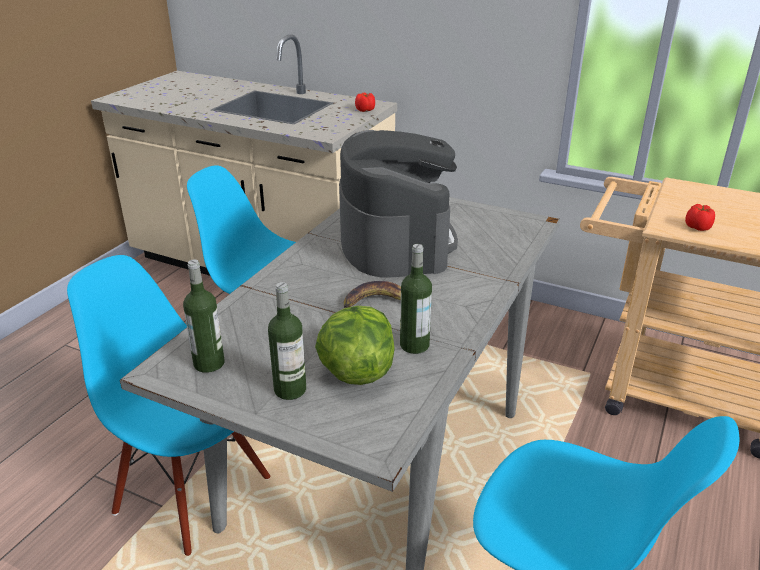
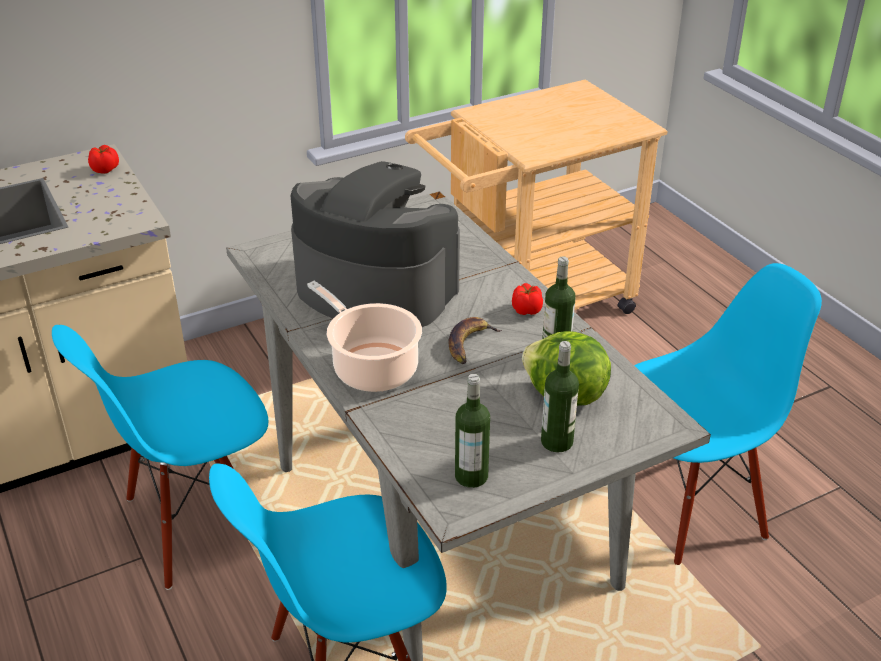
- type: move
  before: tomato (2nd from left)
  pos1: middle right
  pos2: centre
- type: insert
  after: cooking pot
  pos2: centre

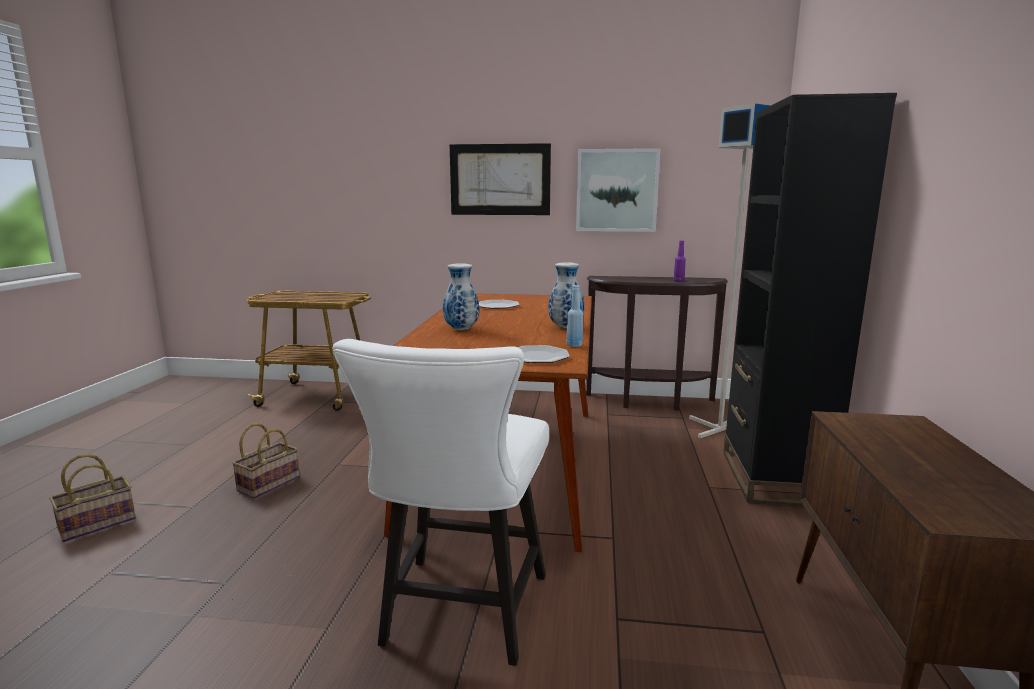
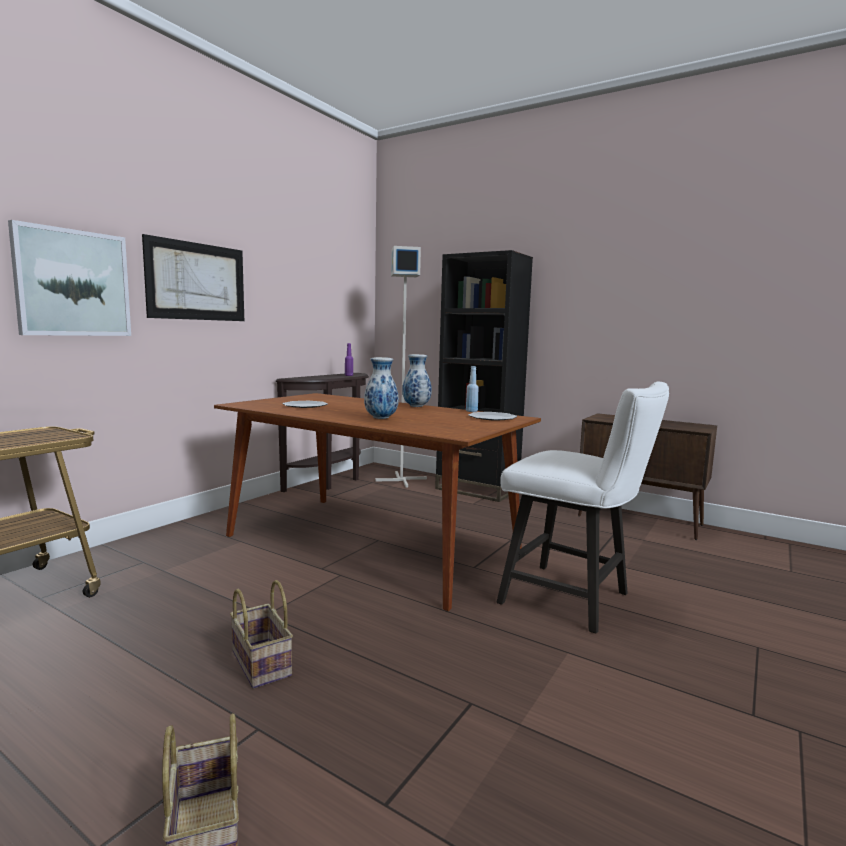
- type: move
  before: picture (2nd from left in the first image)
  after: picture (1st from left)
  pos1: top centre
  pos2: top left

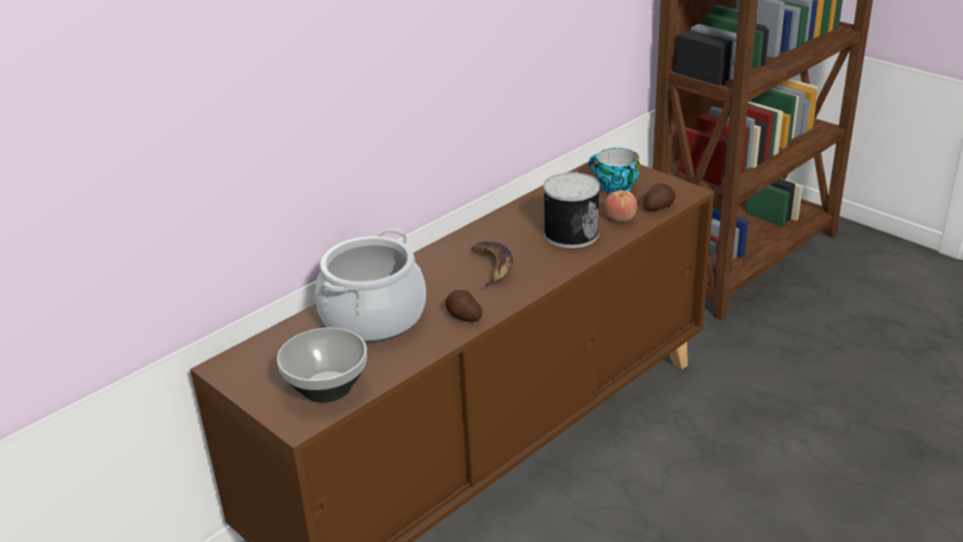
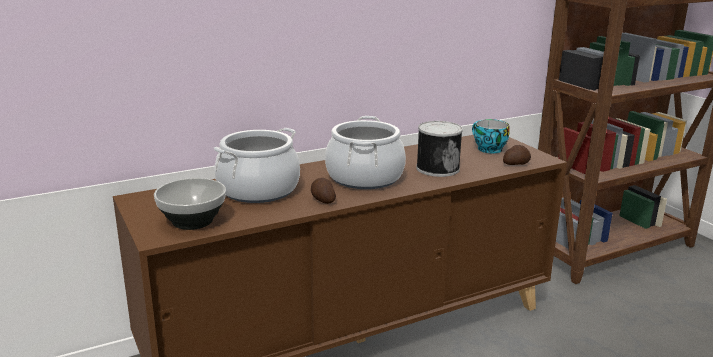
- type: delete
  before: apple
  pos1: centre
- type: replace
  before: banana
  after: cooking pot (2nd from left)
  pos1: centre
  pos2: centre

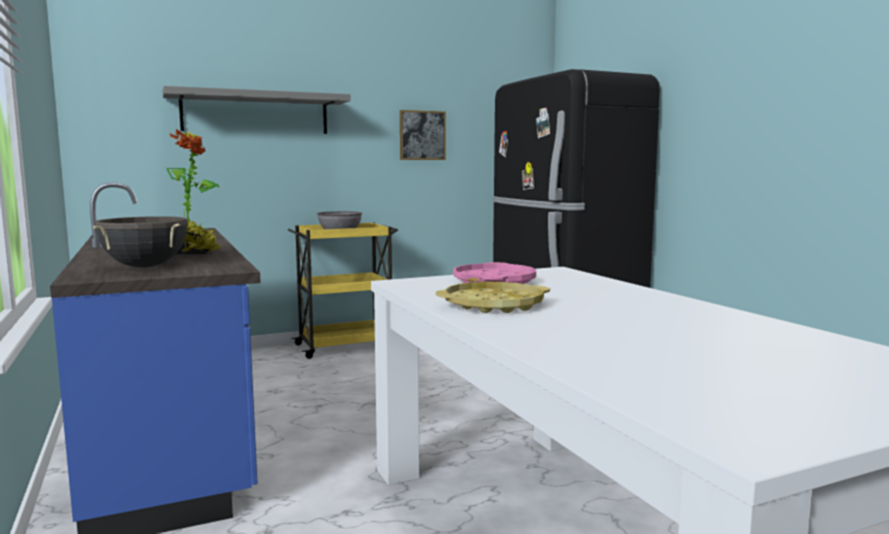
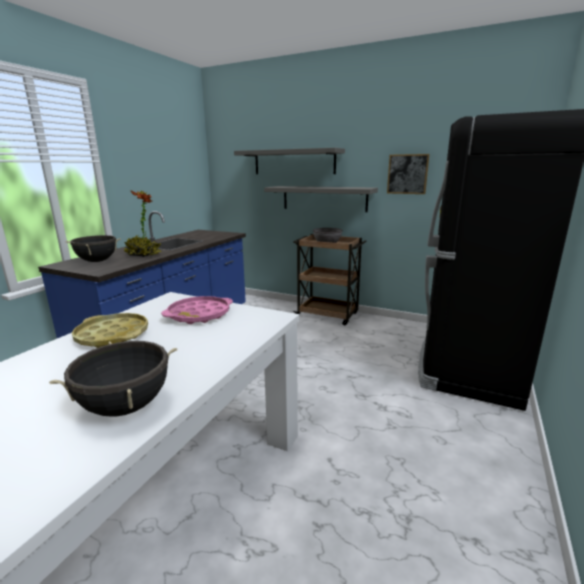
- type: recolor
  before: yellow cart
  after: brown cart
  pos1: centre
  pos2: centre
- type: insert
  after: grey shelf (2nd from left)
  pos2: centre
- type: insert
  after: black cooking pot (2nd from left)
  pos2: middle left

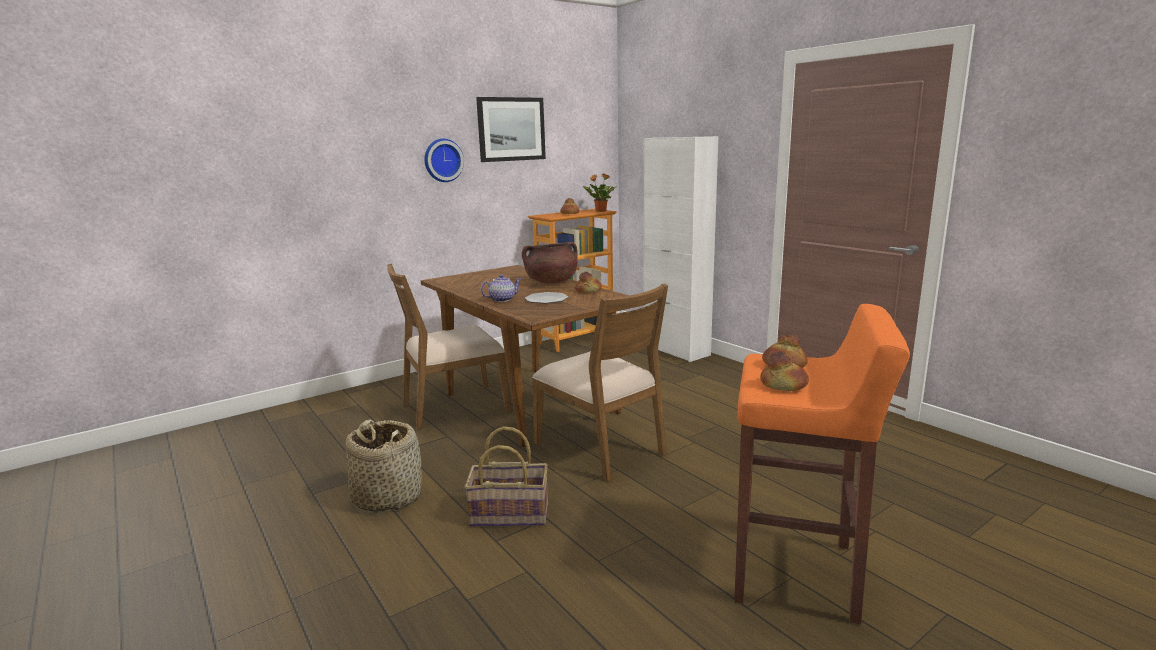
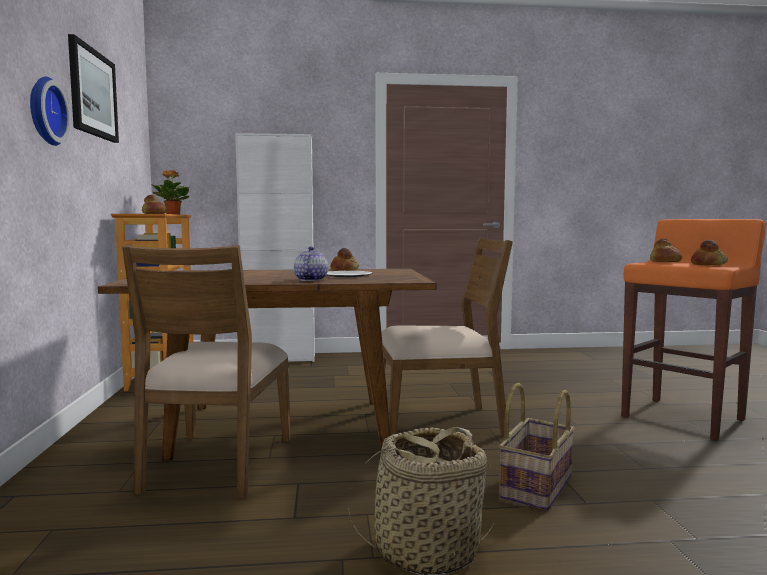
- type: delete
  before: brown cooking pot
  pos1: centre

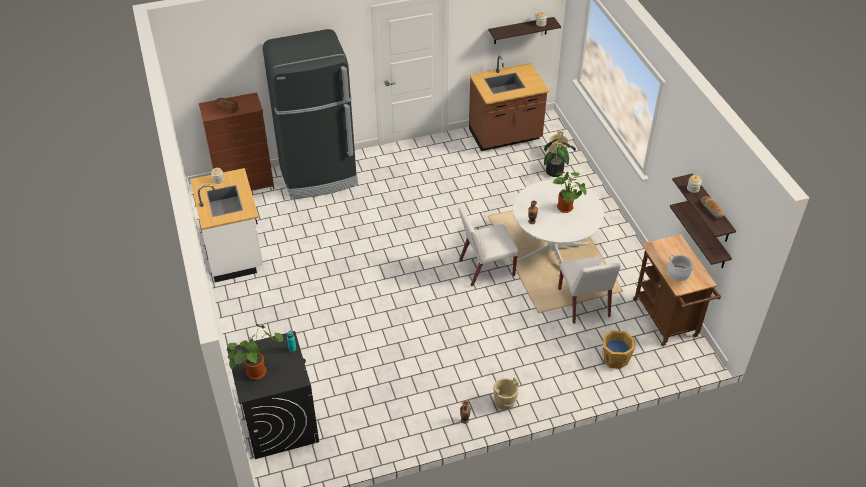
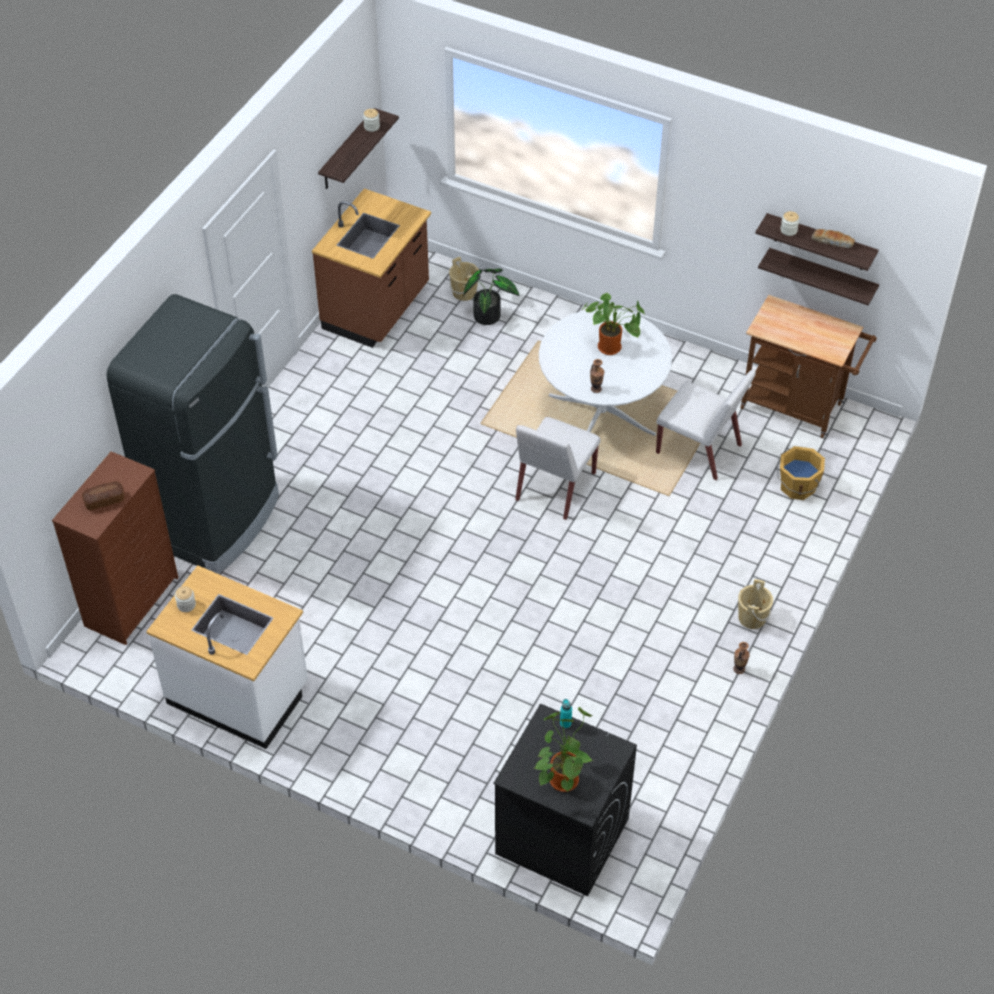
- type: delete
  before: cooking pot
  pos1: middle right

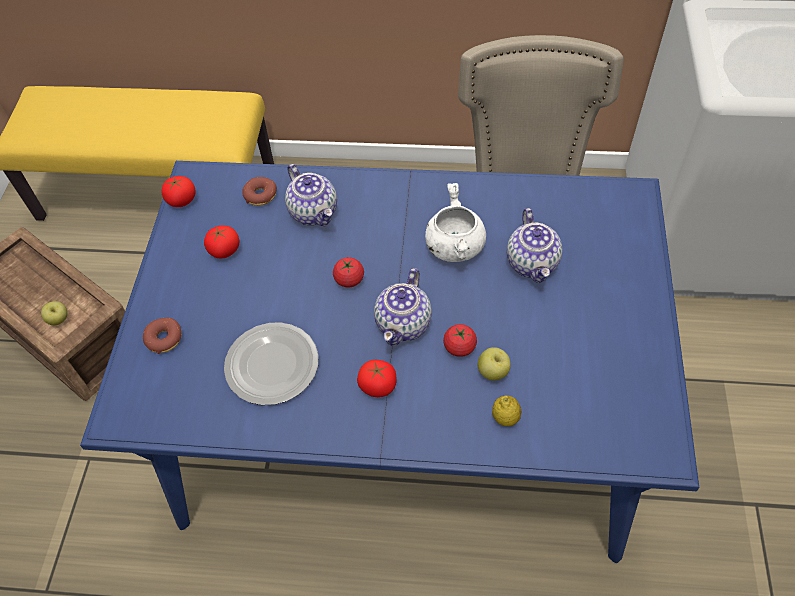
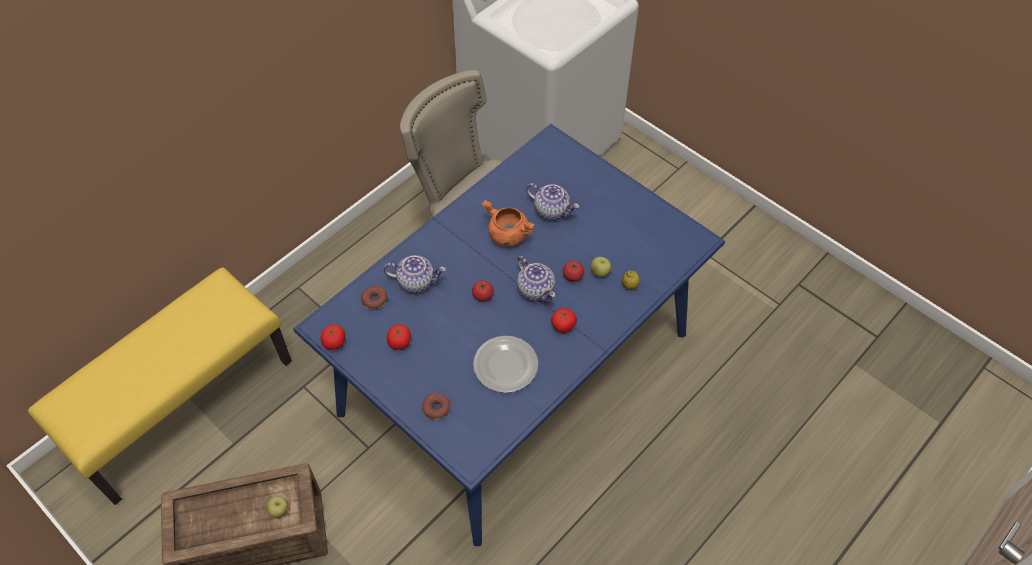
- type: recolor
  before: white cooking pot
  after: orange cooking pot
  pos1: centre
  pos2: centre

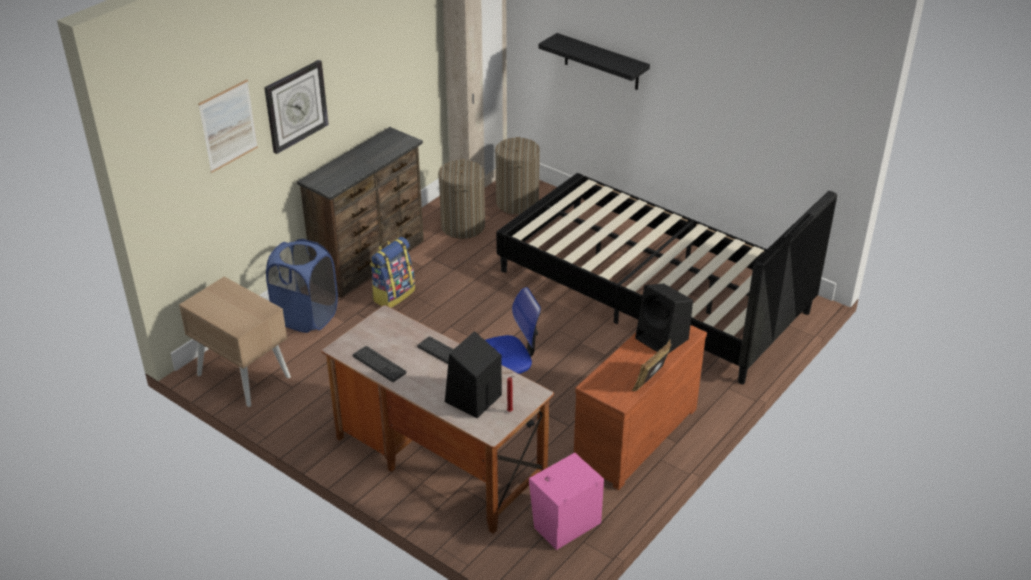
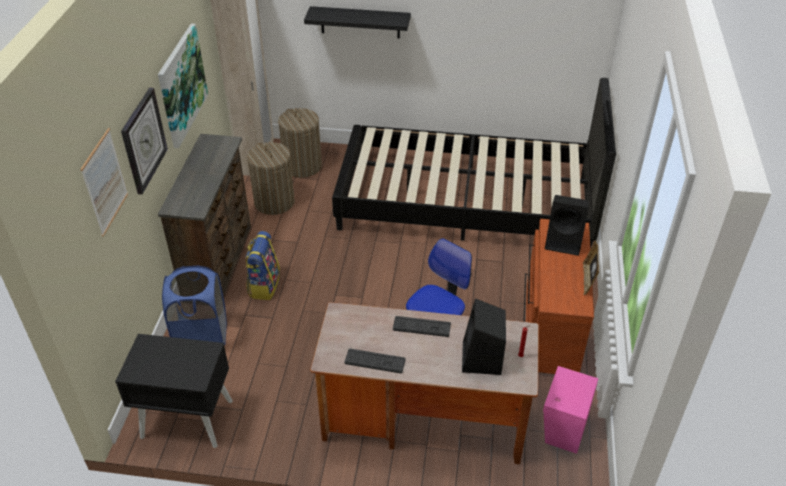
- type: recolor
  before: beige nightstand
  after: black nightstand
  pos1: middle left
  pos2: bottom left
- type: insert
  after: picture (2nd from left)
  pos2: top left

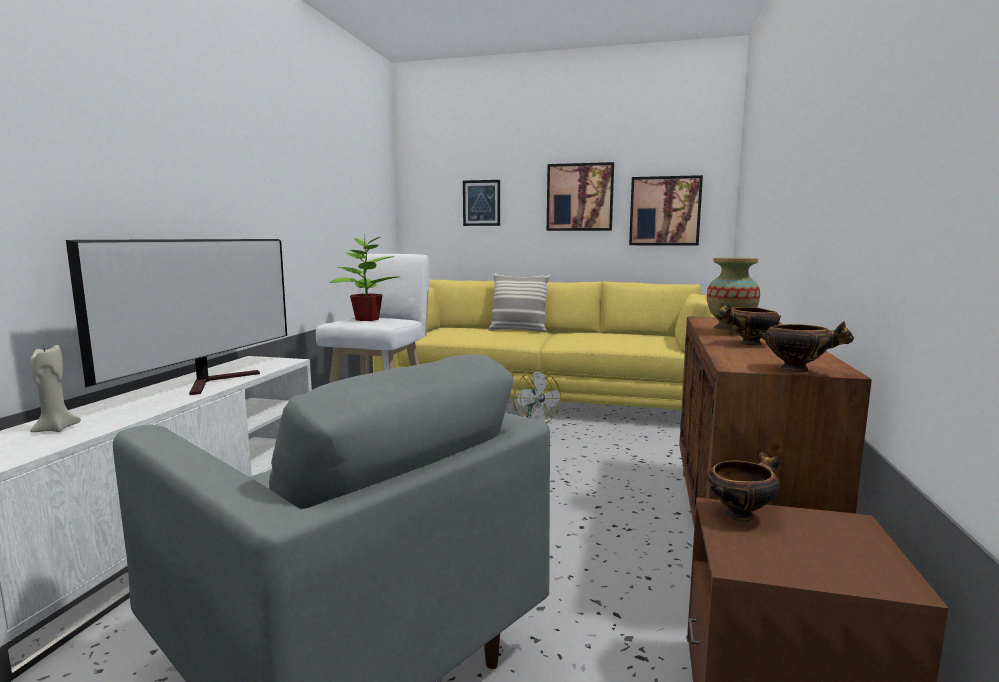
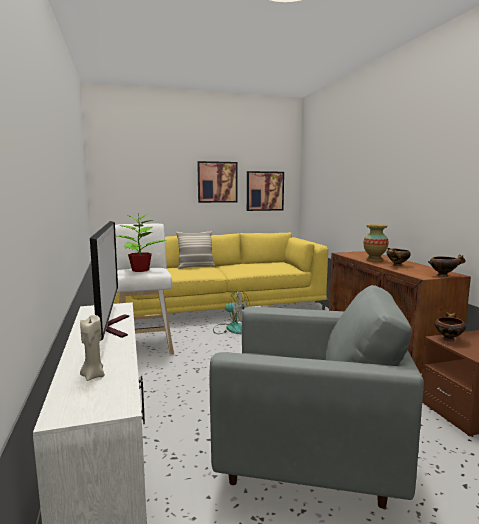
- type: delete
  before: picture (1st from left)
  pos1: top centre

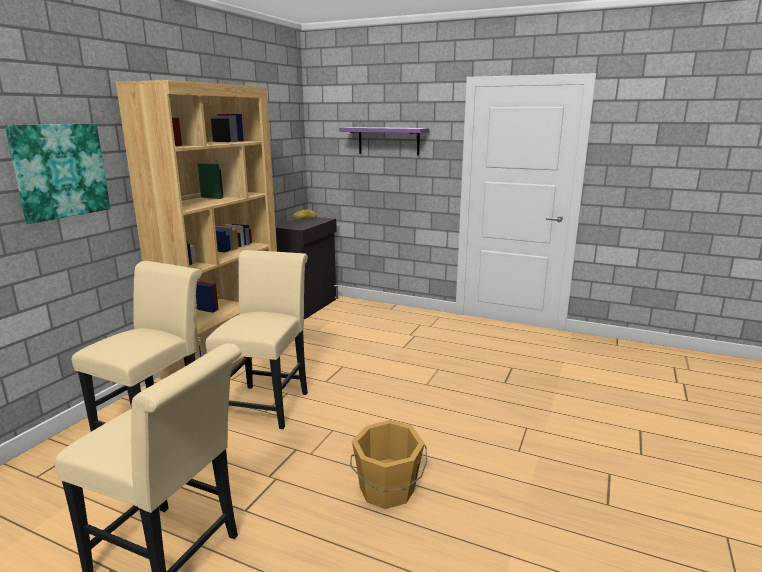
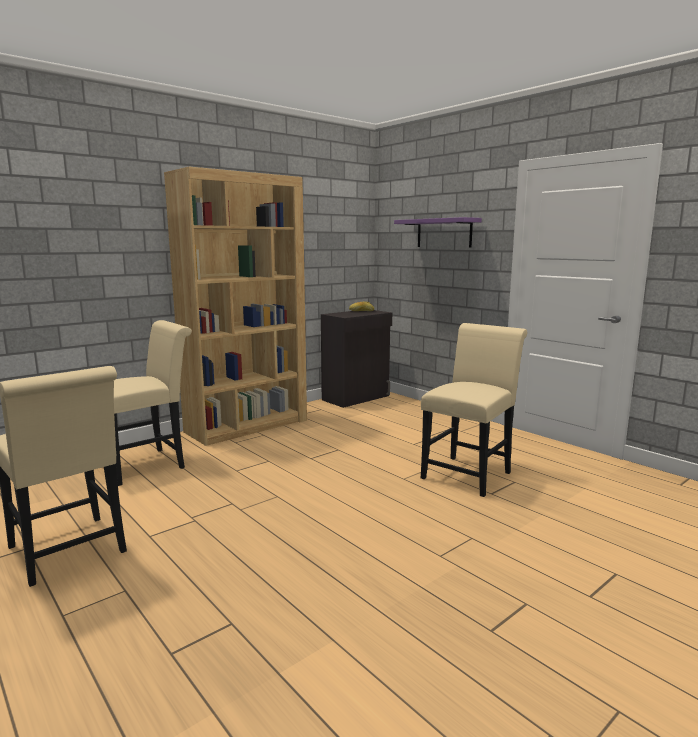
- type: delete
  before: picture
  pos1: top left
- type: move
  before: beige chair (3rd from left)
  pos1: centre
  pos2: middle right
- type: delete
  before: orange bucket
  pos1: bottom centre

